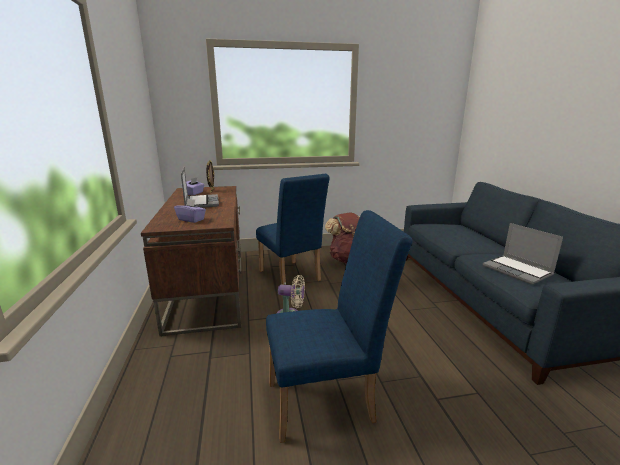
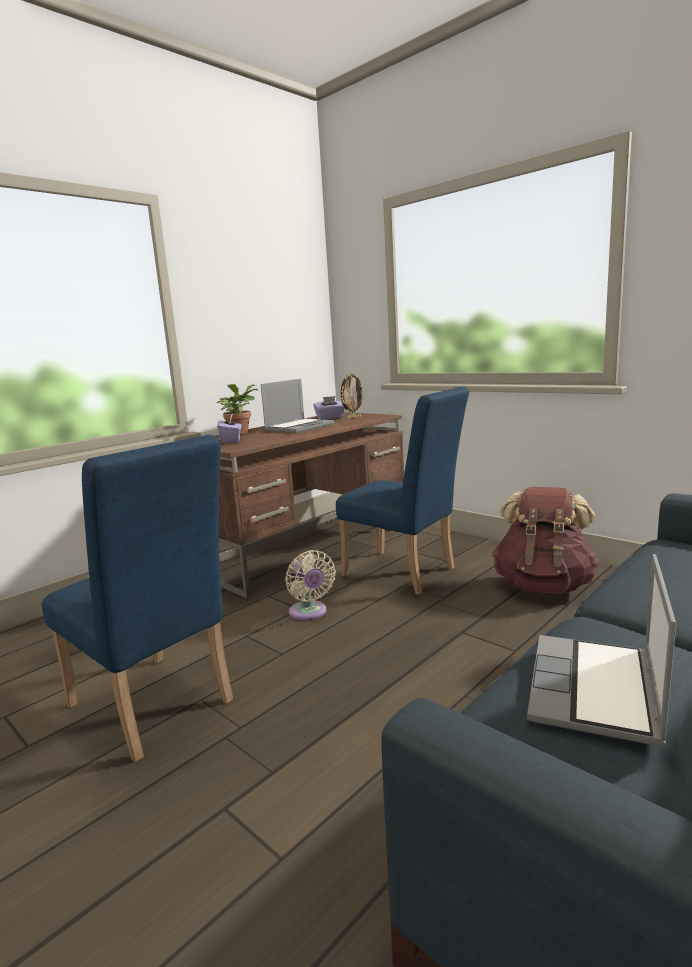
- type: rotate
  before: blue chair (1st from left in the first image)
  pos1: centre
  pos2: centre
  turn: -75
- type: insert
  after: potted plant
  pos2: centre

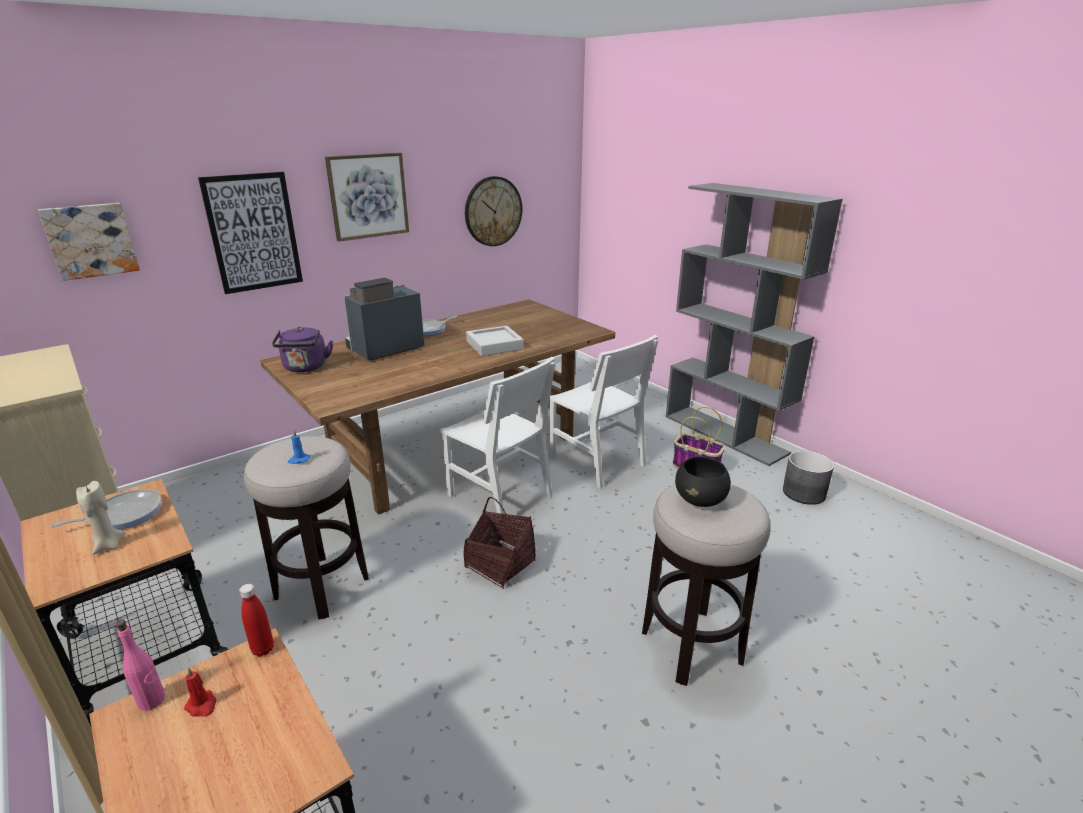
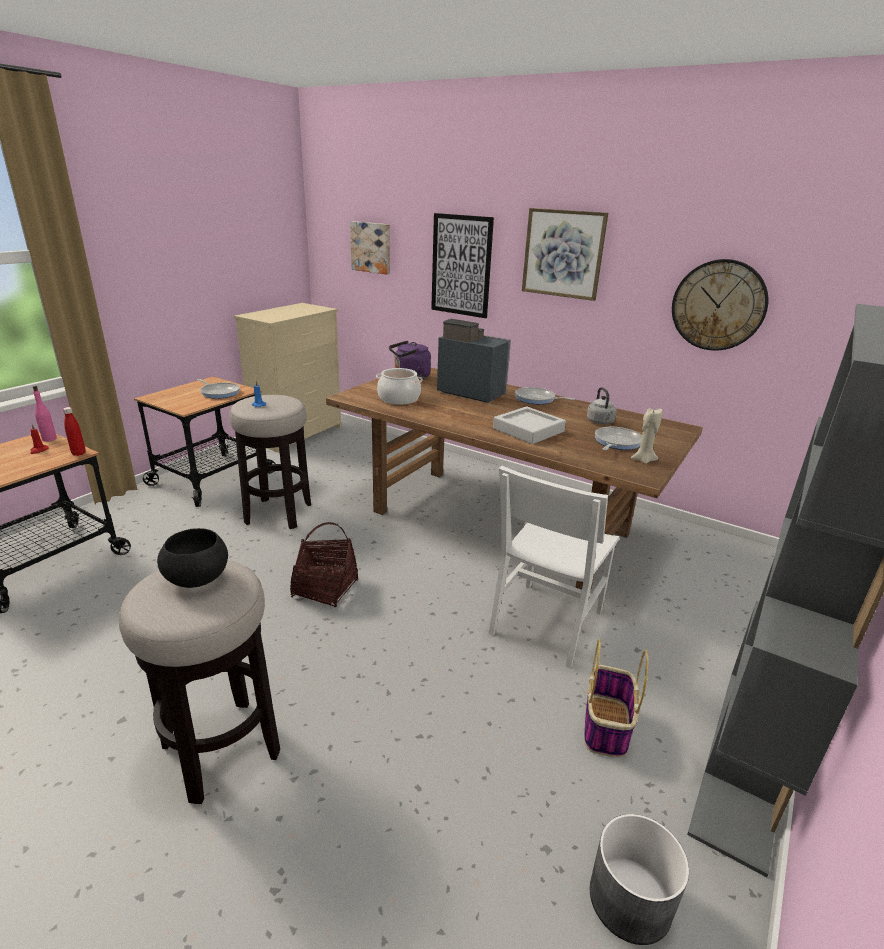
- type: delete
  before: white chair (1st from left)
  pos1: centre
- type: move
  before: beige candle
  pos1: middle left
  pos2: middle right
- type: insert
  after: cooking pot
  pos2: centre
- type: insert
  after: grey kettle
  pos2: middle right
- type: insert
  after: frying pan (3rd from left)
  pos2: middle right

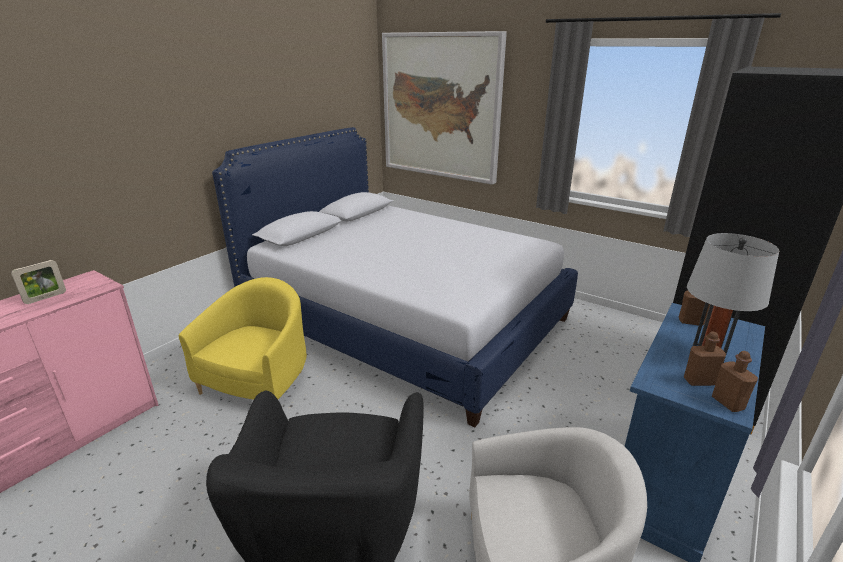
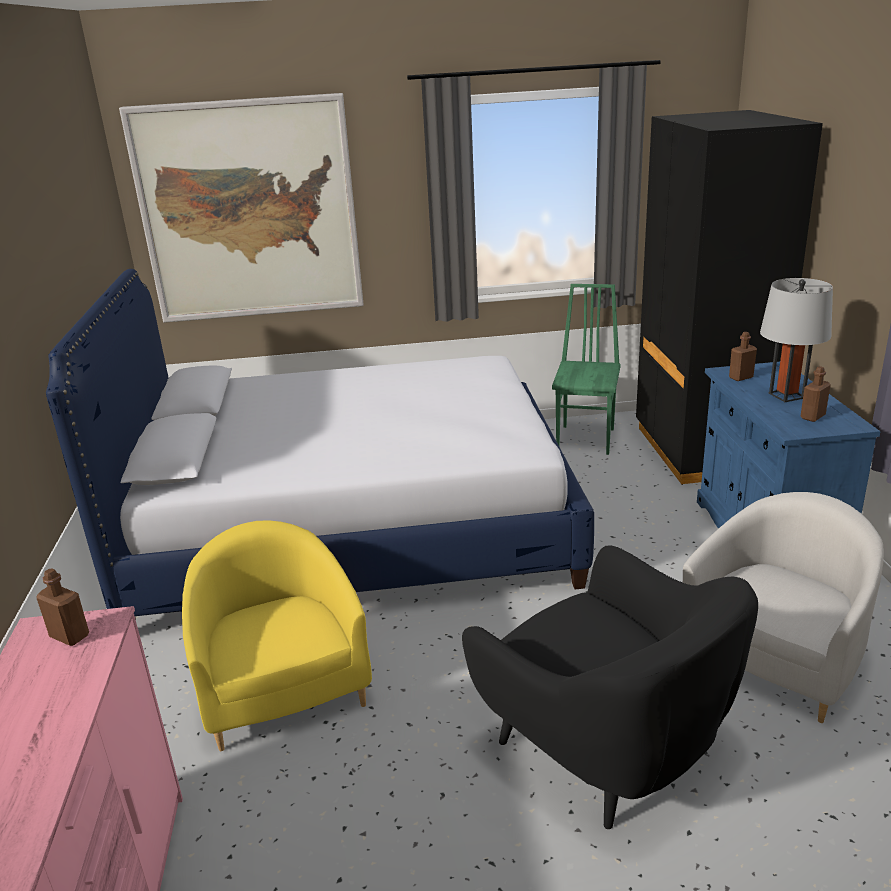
- type: delete
  before: picture frame
  pos1: middle left
- type: move
  before: brown bottle (3rd from left in the first image)
  after: brown bottle (1st from left)
  pos1: bottom right
  pos2: bottom left
- type: insert
  after: green chair
  pos2: centre

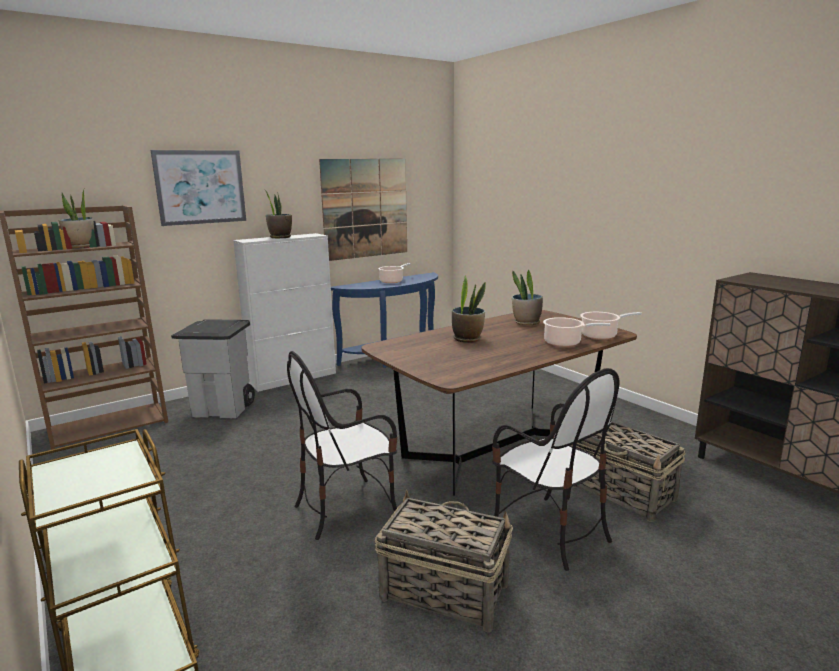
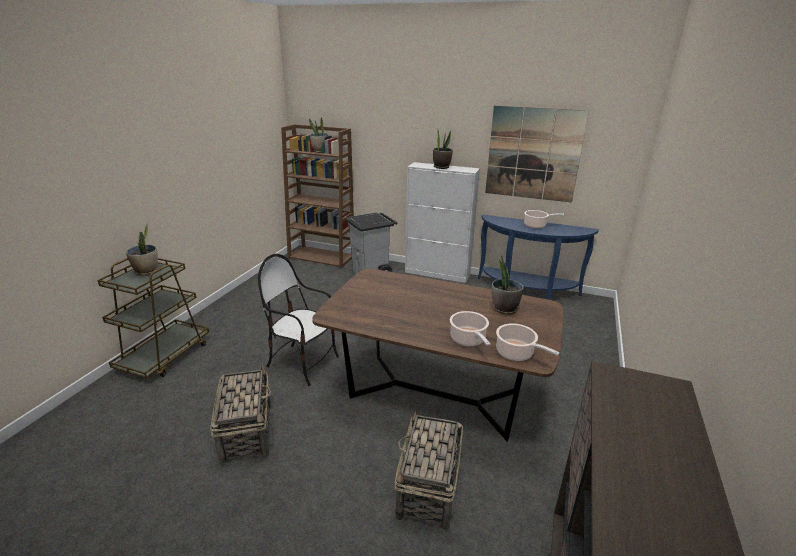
- type: delete
  before: picture (1st from left)
  pos1: top left
- type: move
  before: potted plant (3rd from left in the first image)
  after: potted plant (1st from left)
  pos1: centre
  pos2: middle left
- type: delete
  before: chair (2nd from left)
  pos1: bottom centre

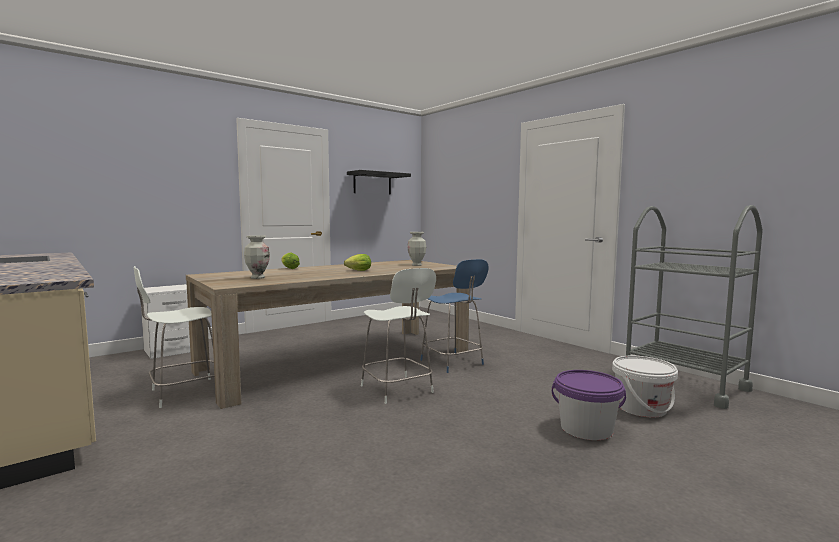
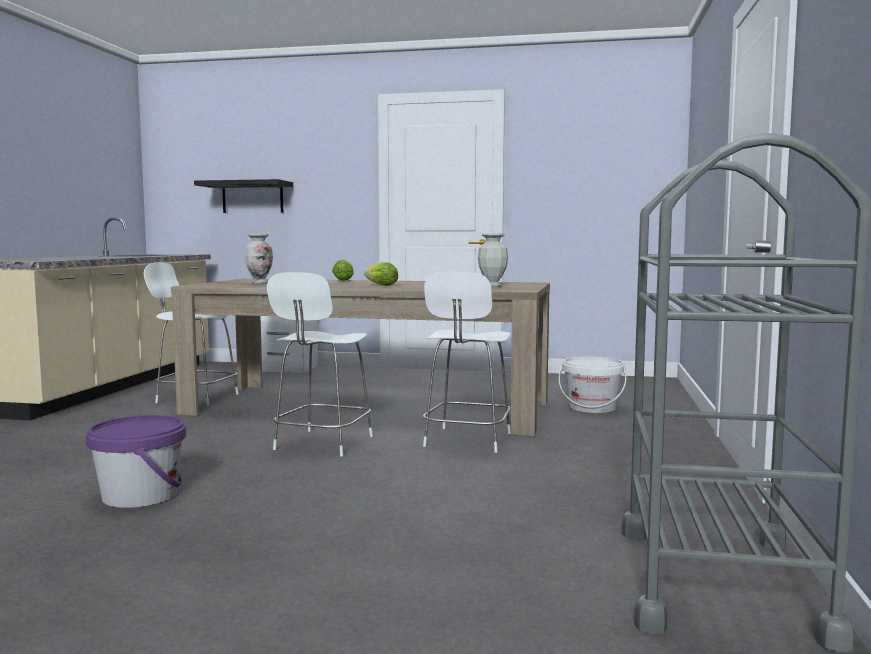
- type: move
  before: black shelf
  pos1: centre
  pos2: top left
- type: recolor
  before: blue chair
  after: white chair (3rd from left)
  pos1: centre
  pos2: centre
- type: move
  before: white bucket
  pos1: bottom right
  pos2: middle right
- type: move
  before: purple bucket
  pos1: bottom right
  pos2: bottom left

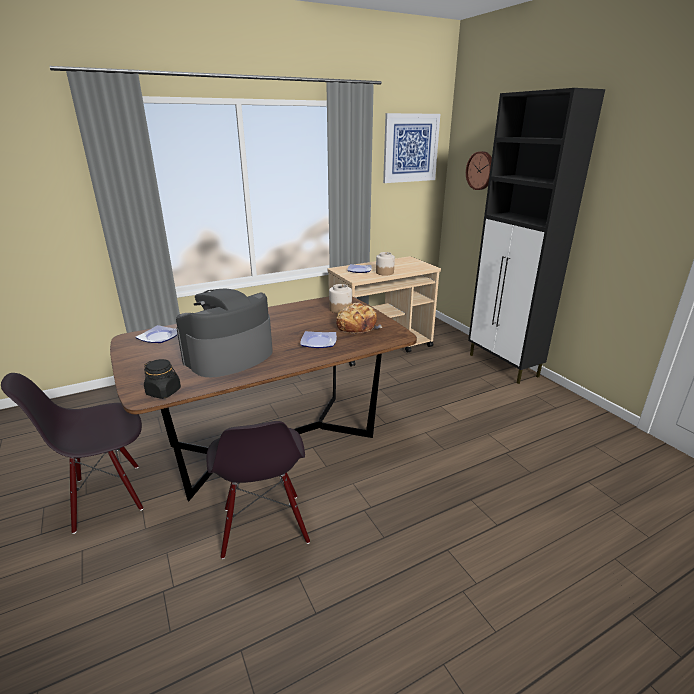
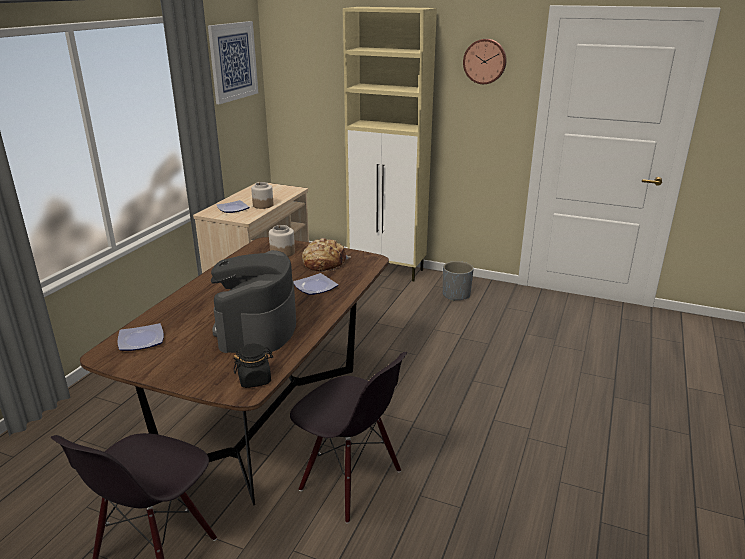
- type: recolor
  before: black cabinet
  after: beige cabinet
  pos1: middle right
  pos2: top centre
- type: move
  before: wall clock
  pos1: top right
  pos2: top centre
- type: insert
  after: grey planter
  pos2: centre

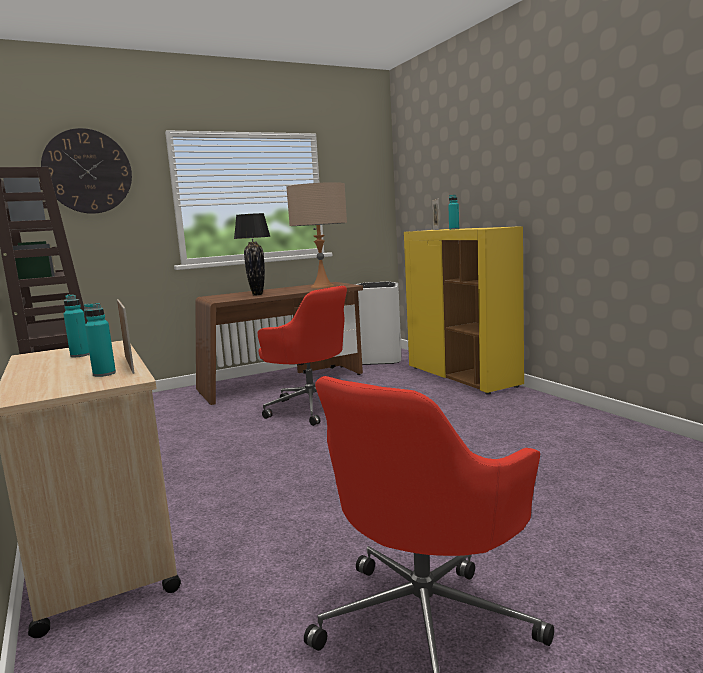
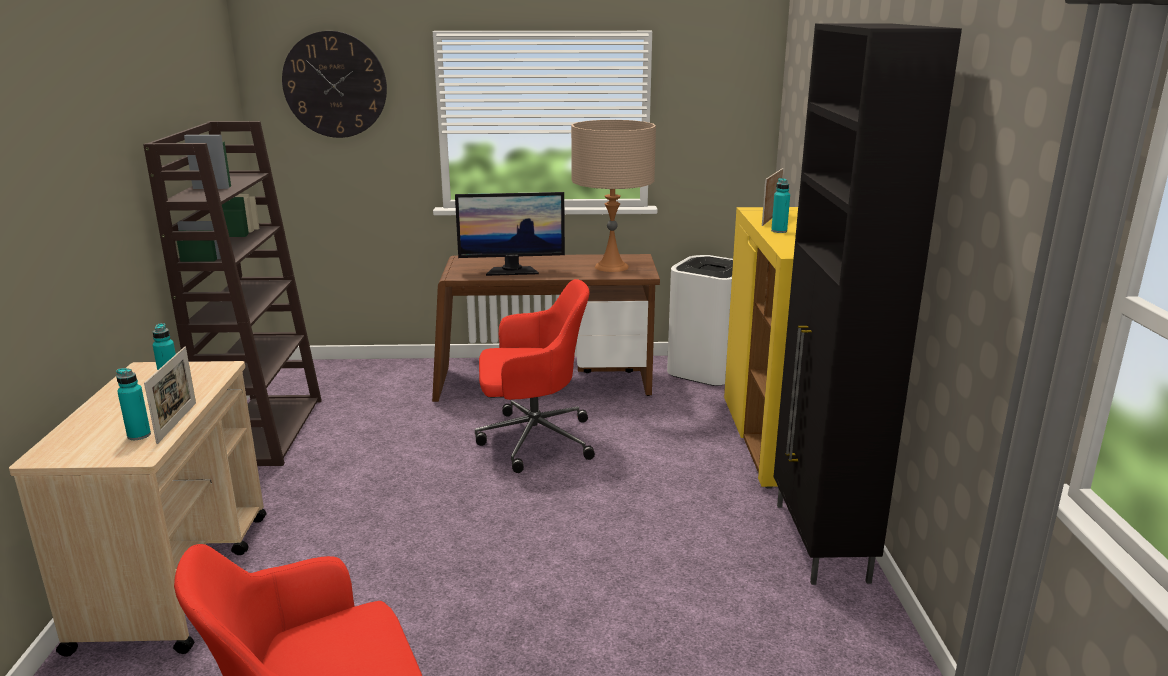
- type: replace
  before: black table lamp
  after: monitor
  pos1: centre
  pos2: centre
- type: rotate
  before: red office chair (1st from left in the first image)
  pos1: centre
  pos2: centre
  turn: -75
- type: insert
  after: black cabinet
  pos2: middle right

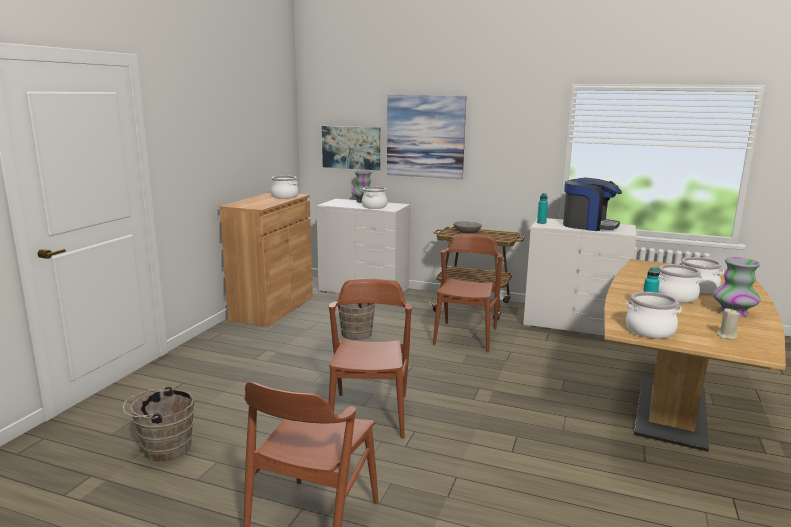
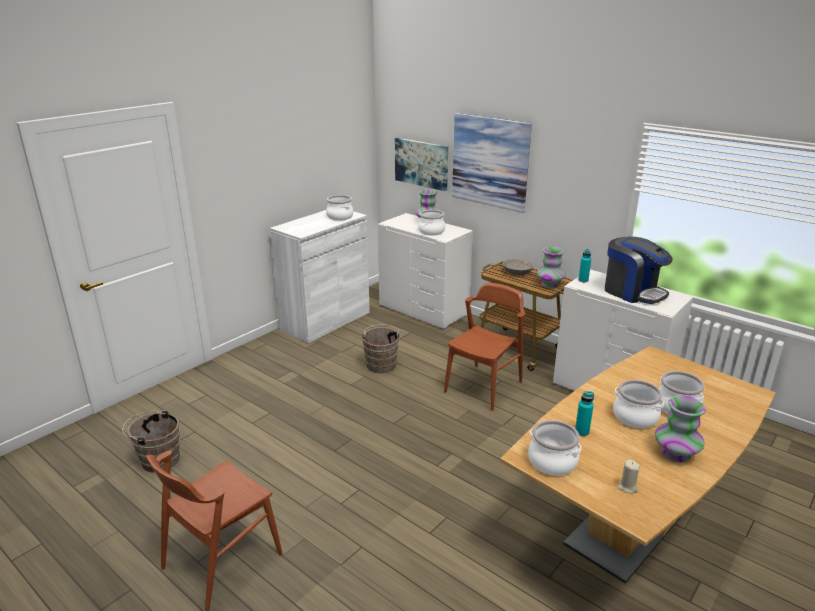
- type: recolor
  before: brown cabinet
  after: white cabinet
  pos1: centre
  pos2: centre
- type: delete
  before: brown chair (2nd from left)
  pos1: bottom centre
- type: insert
  after: vase (2nd from left)
  pos2: middle right

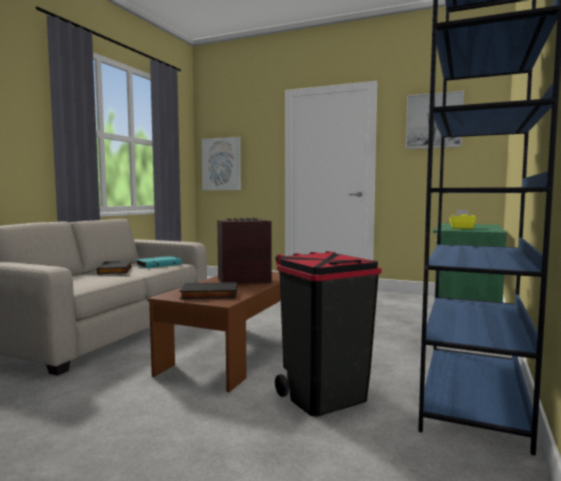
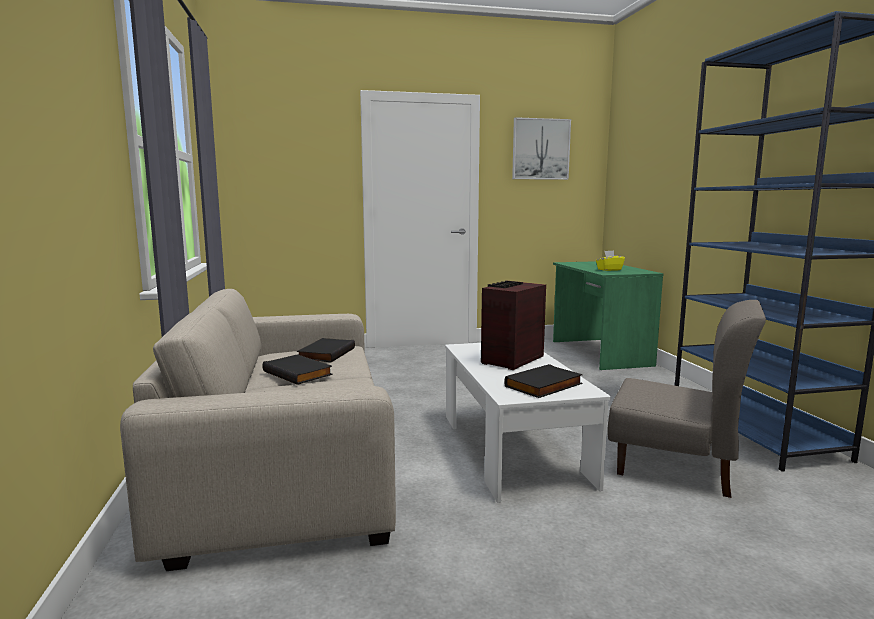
- type: delete
  before: picture (1st from left)
  pos1: centre
- type: replace
  before: black trash can
  after: grey chair
  pos1: bottom centre
  pos2: middle right
- type: recolor
  before: turquoise book
  after: black book (2nd from left)
  pos1: middle left
  pos2: centre
- type: recolor
  before: brown coffee table
  after: white coffee table
  pos1: bottom centre
  pos2: bottom centre

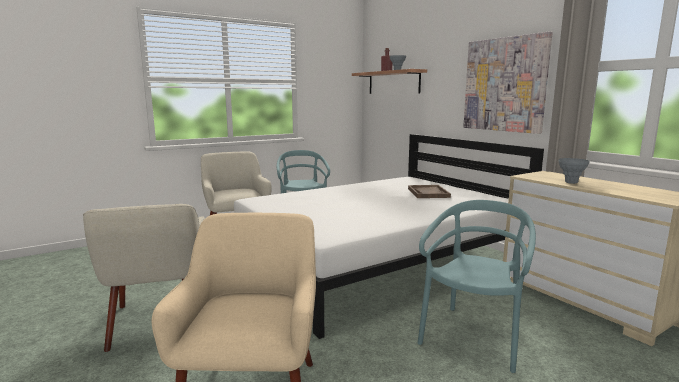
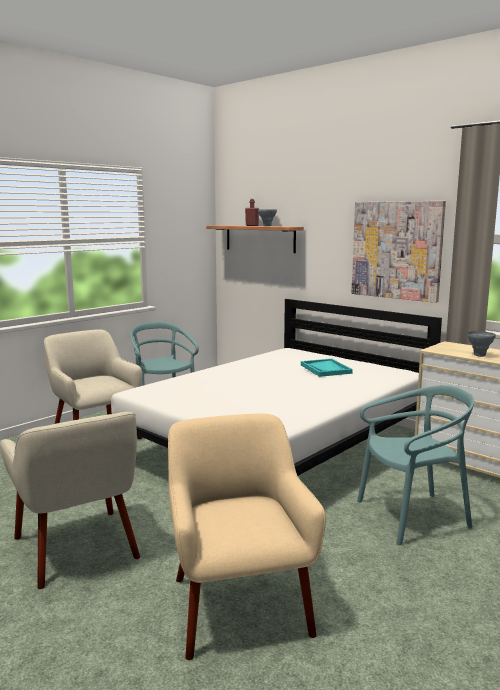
- type: recolor
  before: brown tray
  after: turquoise tray
  pos1: centre
  pos2: centre
- type: rotate
  before: turquoise chair (2nd from left)
  pos1: bottom right
  pos2: bottom right
  turn: 60

